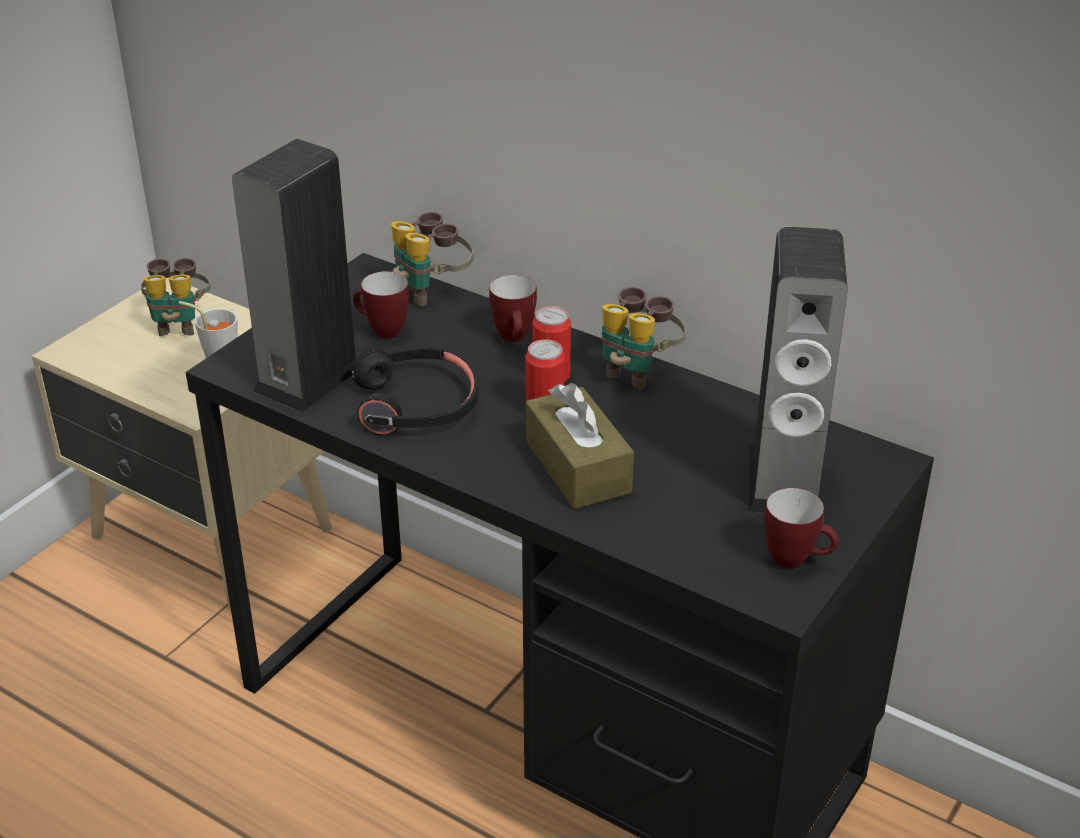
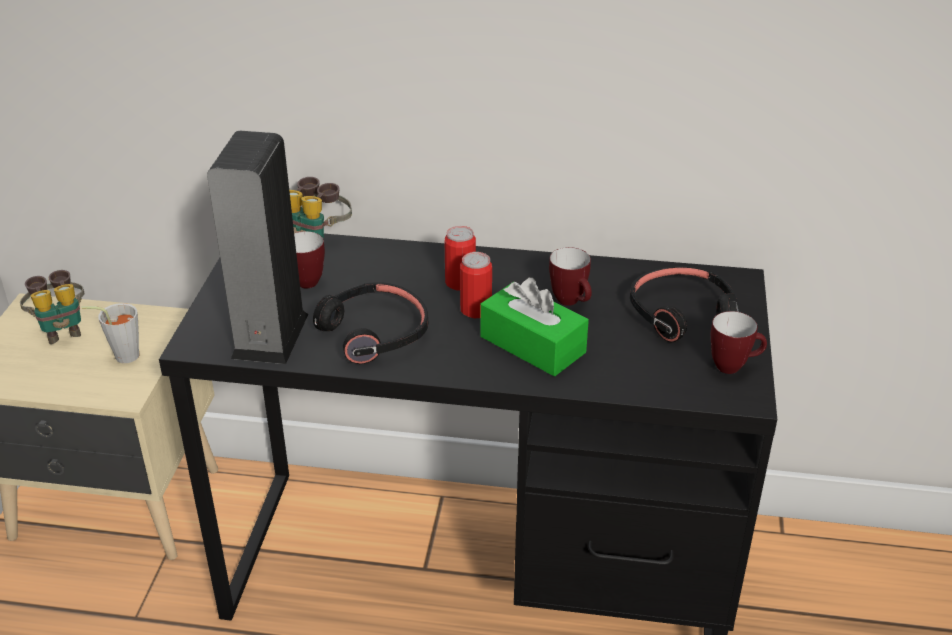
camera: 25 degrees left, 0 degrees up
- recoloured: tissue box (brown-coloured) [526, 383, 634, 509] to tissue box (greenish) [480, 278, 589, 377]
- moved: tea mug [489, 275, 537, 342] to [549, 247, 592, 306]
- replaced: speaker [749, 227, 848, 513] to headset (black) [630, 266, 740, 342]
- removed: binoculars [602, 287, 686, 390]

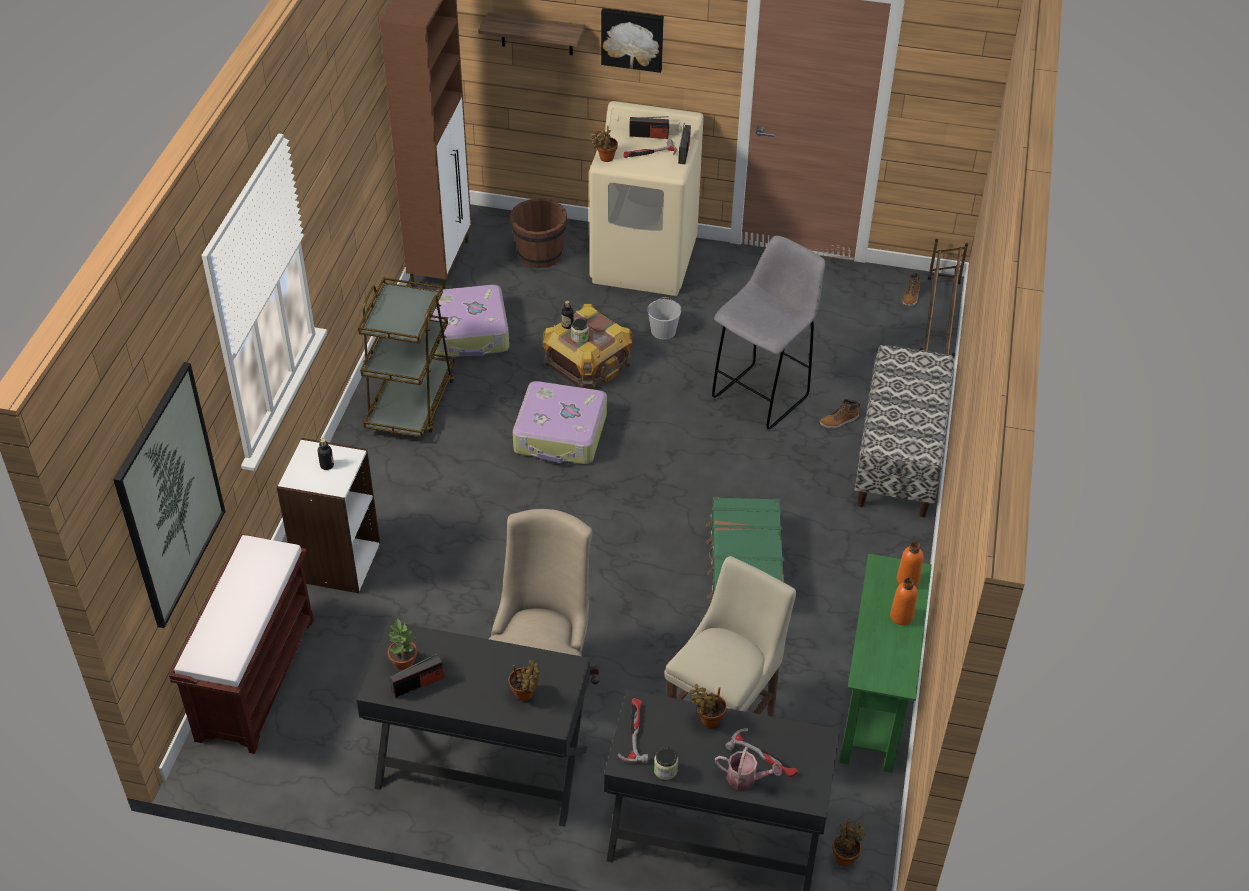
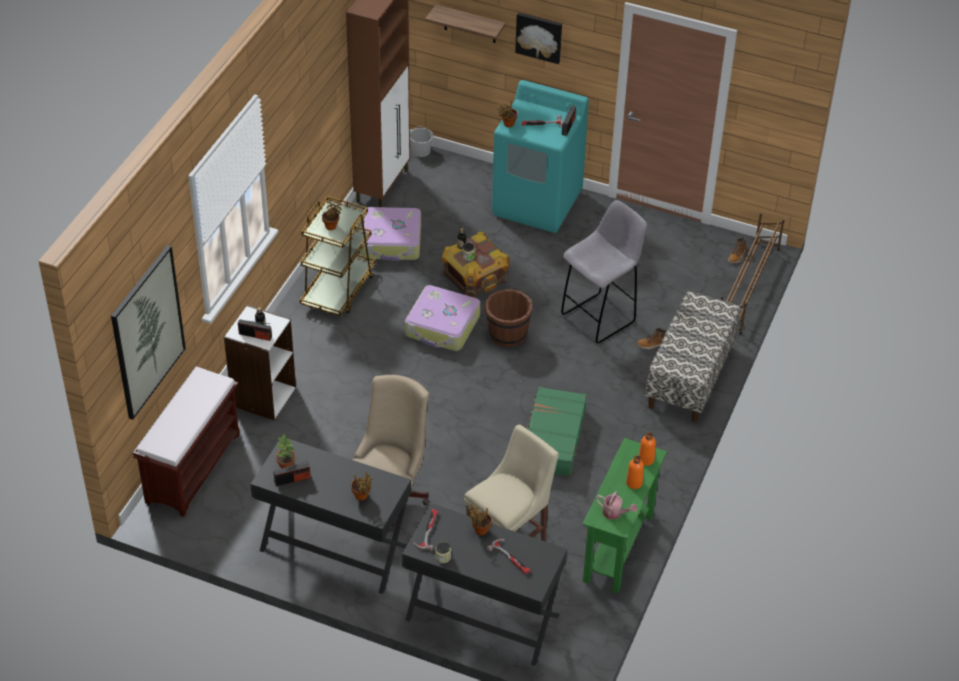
camera: 10 degrees right, 0 degrees up
- moved: radio [629, 116, 669, 139] to [238, 319, 272, 341]
- moved: potted plant [832, 818, 866, 866] to [322, 199, 342, 230]
- moved: bucket (white-coloured) [647, 297, 681, 340] to [410, 126, 434, 157]
- moved: bucket (brown-coloured) [510, 198, 567, 268] to [485, 289, 532, 347]
- recoloured: laundry machine (beige-coloured) [589, 101, 704, 296] to laundry machine (turquoise) [492, 80, 589, 233]
- moved: watering pot [715, 747, 782, 790] to [596, 491, 637, 520]

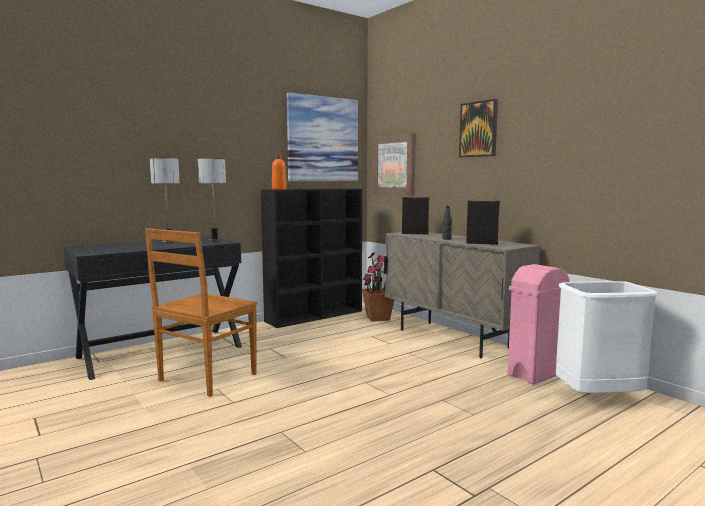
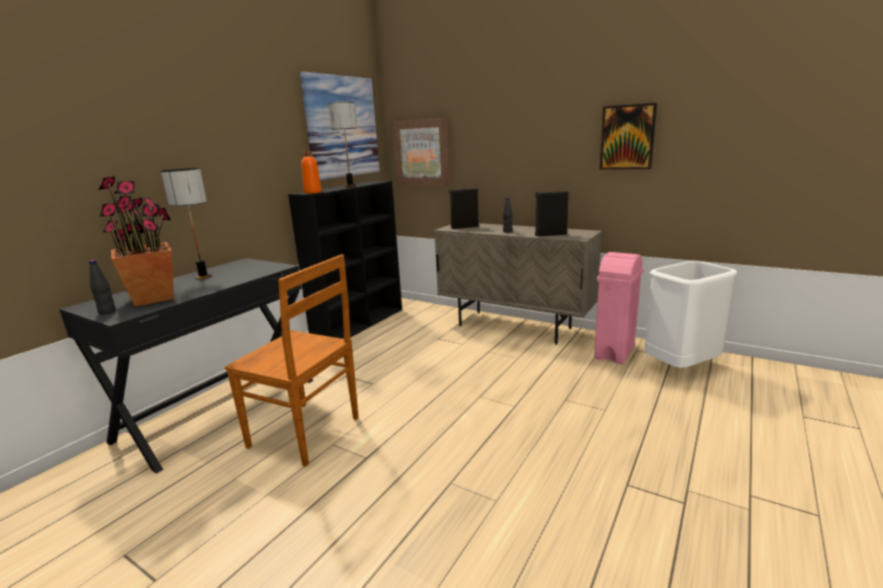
camera: 20 degrees left, 10 degrees up
- added: drink bottle (black) [89, 260, 116, 315]
- moved: potted plant [362, 252, 394, 322] to [98, 177, 174, 307]
- turned: upright chair (brown-coloured) [145, 228, 257, 397] = [225, 254, 359, 467] 75 degrees counterclockwise
- moved: tabletop lamp [198, 158, 226, 242] to [329, 102, 357, 187]
- moved: picture [459, 99, 498, 157] to [600, 103, 657, 170]

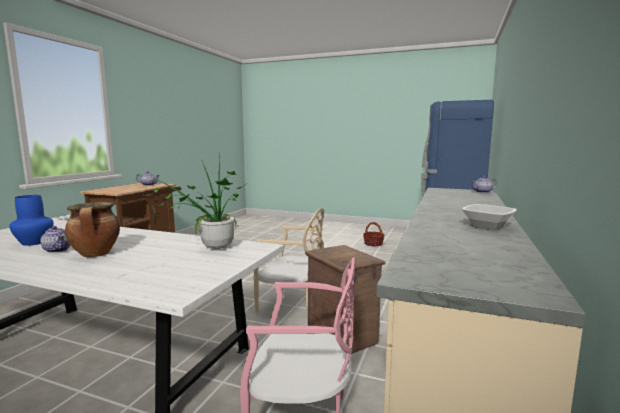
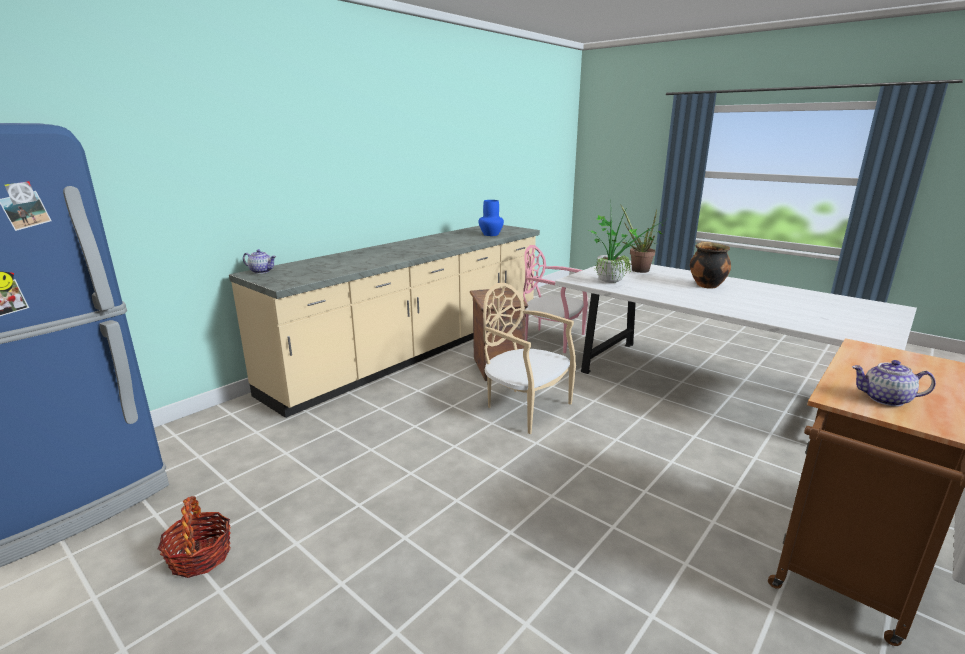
camera: 160 degrees left, 10 degrees up
- moved: vase (bluish) [9, 195, 54, 246] to [479, 200, 504, 236]
- added: potted plant [620, 204, 657, 273]
- removed: teapot [41, 226, 71, 253]
- removed: serving bowl [462, 204, 517, 230]

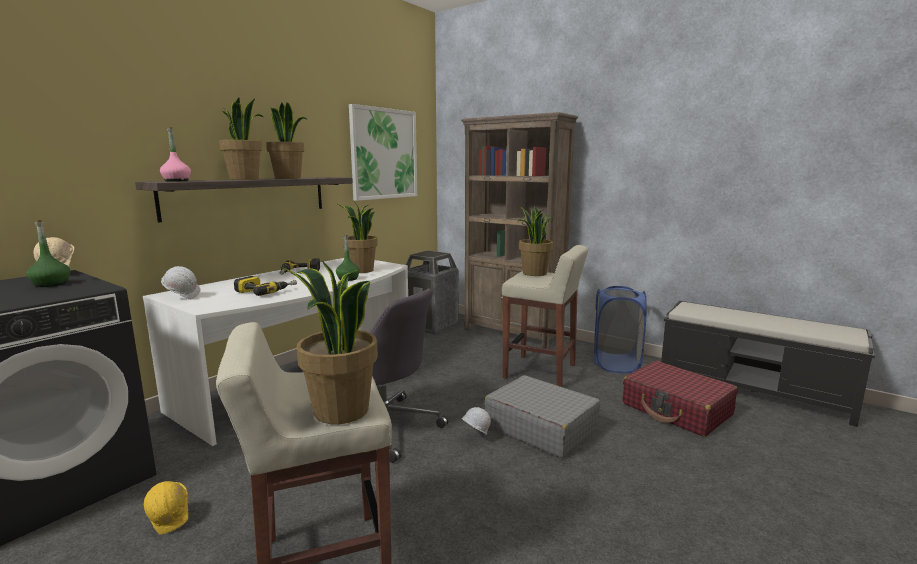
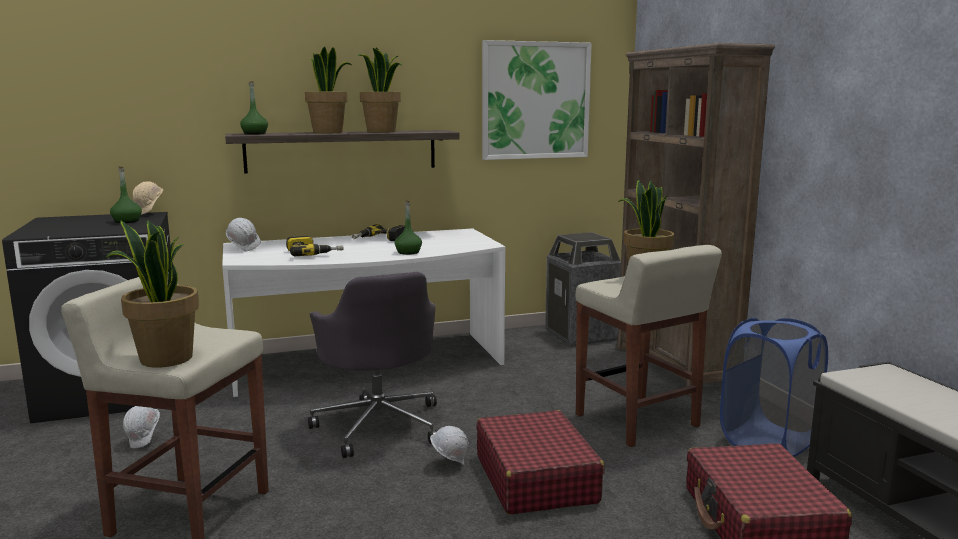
camera: 35 degrees right, 0 degrees up
- recoloured: safety helmet (yellow) [144, 481, 188, 535] to safety helmet (white-coloured) [123, 406, 160, 448]
- recoloured: drink bottle (pink-coloured) [160, 127, 191, 181] to drink bottle (greenish) [240, 81, 268, 135]
- recoloured: piece of luggage (gray) [485, 375, 601, 458] to piece of luggage (red-coloured) [476, 410, 605, 514]
- removed: potted plant [336, 202, 378, 273]

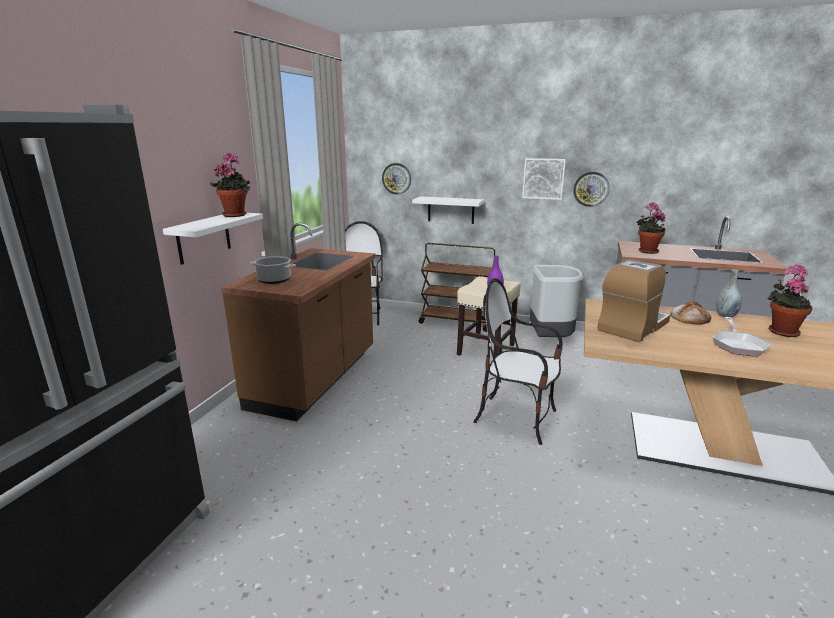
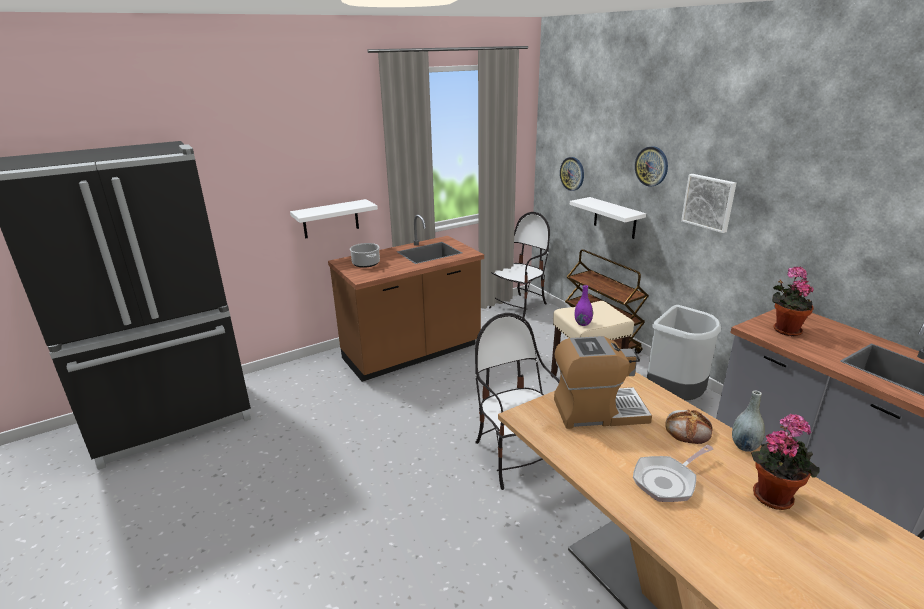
camera: 40 degrees right, 5 degrees up
- moved: wall clock [573, 172, 610, 207] to [635, 146, 668, 186]
- removed: potted plant [210, 153, 250, 217]

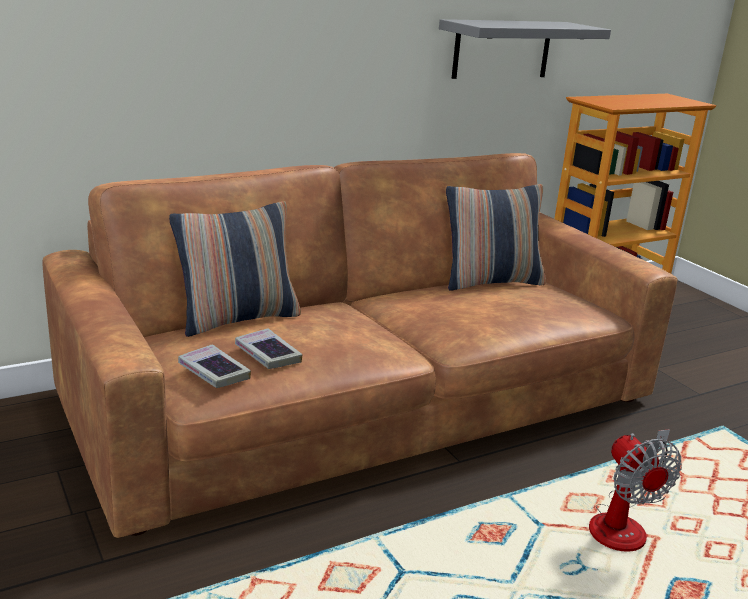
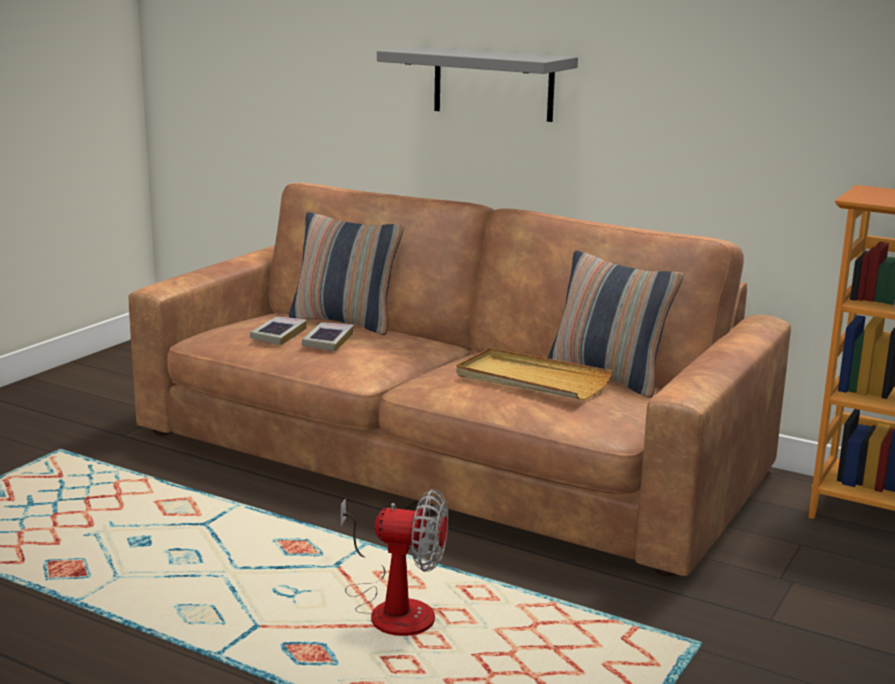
camera: 60 degrees right, 5 degrees down
- moved: volume [178, 344, 251, 388] to [302, 322, 354, 351]
- turned: electric fan [589, 429, 682, 552] = [341, 489, 448, 636] 120 degrees counterclockwise
- moved: wall shelf (gray) [439, 19, 611, 79] to [377, 46, 578, 122]
- added: carrying tray (beige-coloured) [456, 348, 613, 400]

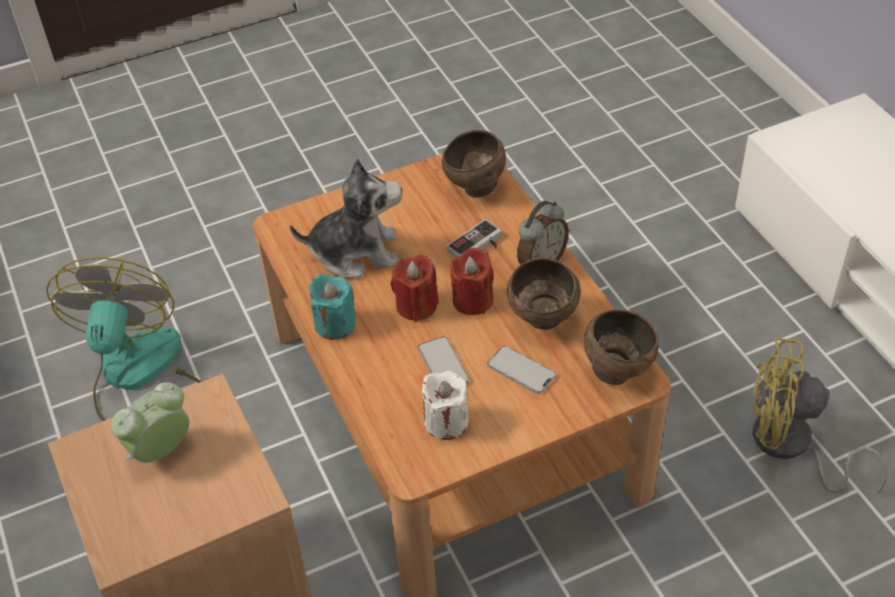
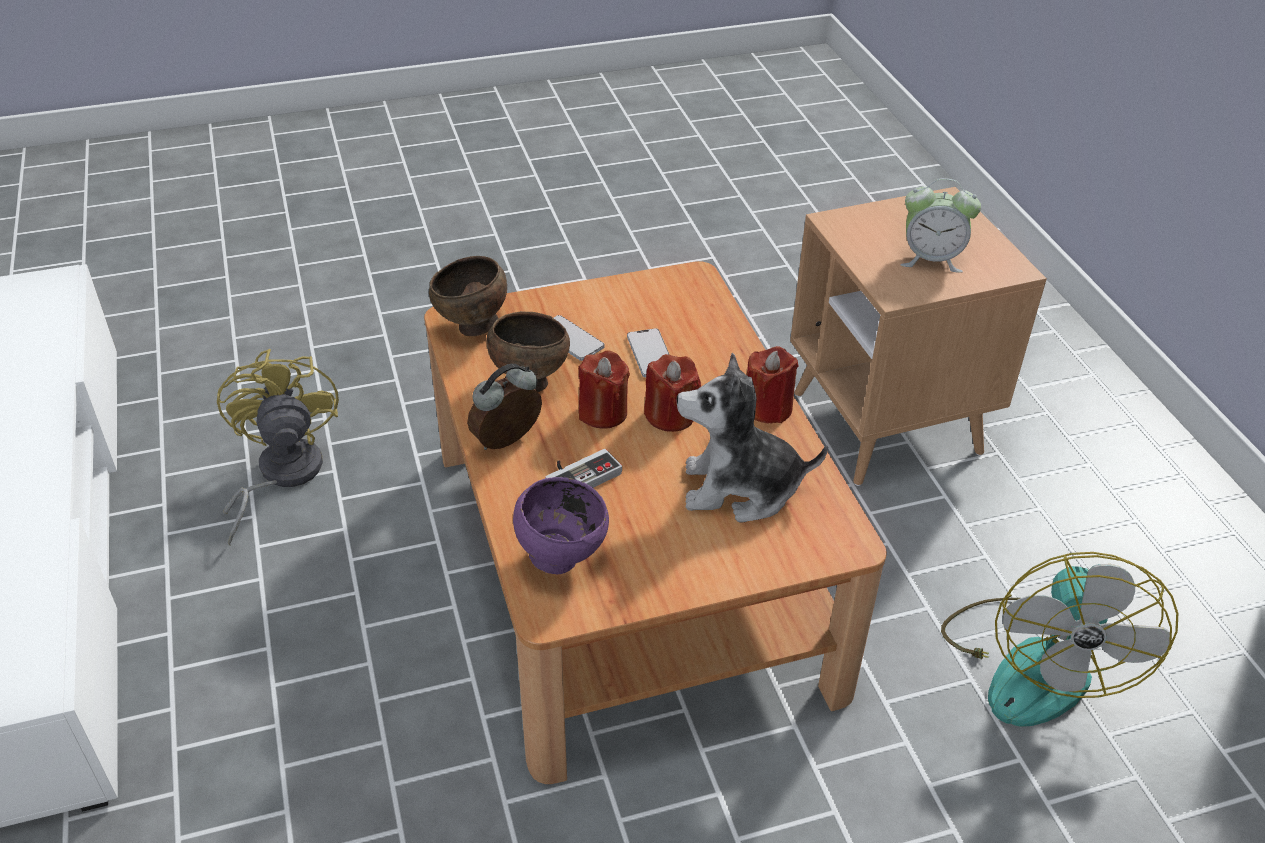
camera: 175 degrees left, 5 degrees down
- turned: electric fan (yellow) [753, 337, 887, 494] = [217, 349, 339, 546] 120 degrees counterclockwise
- recoloured: serving bowl (brown-coloured) [442, 130, 506, 198] to serving bowl (purplish) [513, 477, 609, 574]
- recoloured: wax light (turquoise) [308, 274, 356, 340] to wax light (red-coloured) [747, 346, 798, 424]
- turned: alarm clock [111, 383, 189, 463] = [900, 178, 981, 273] 45 degrees clockwise
- removed: wax light (white-coloured) [422, 371, 469, 440]

